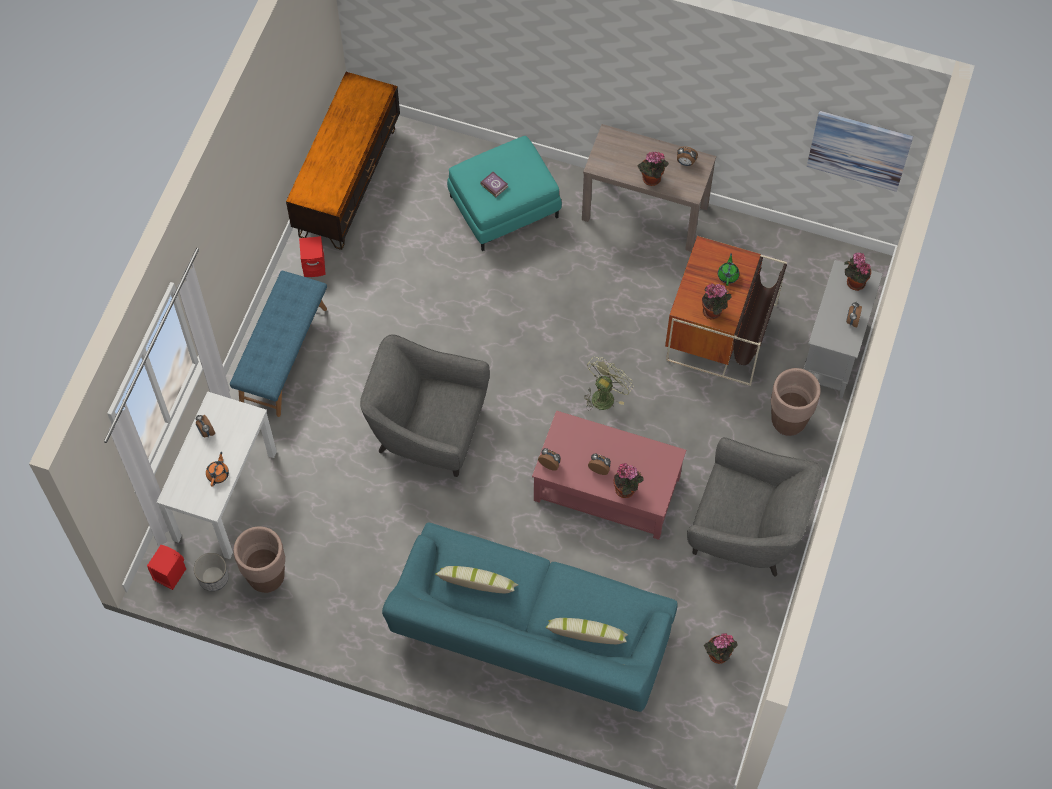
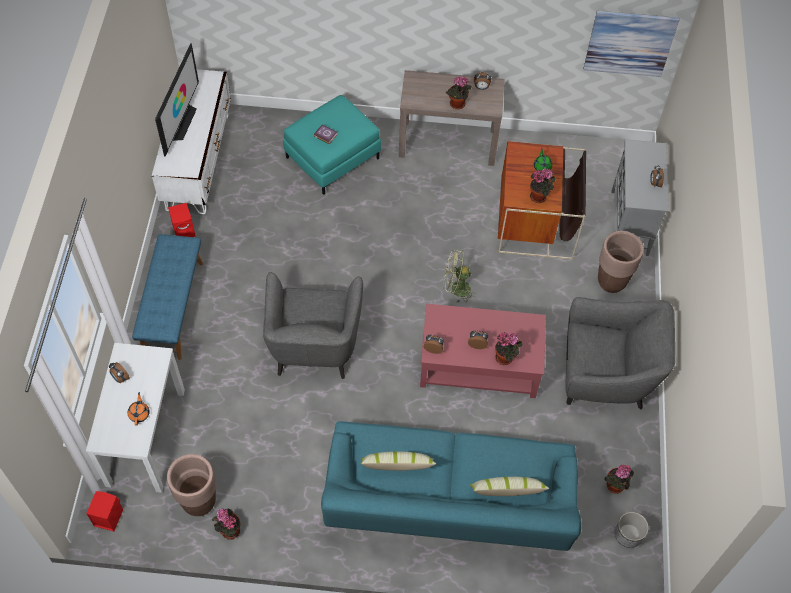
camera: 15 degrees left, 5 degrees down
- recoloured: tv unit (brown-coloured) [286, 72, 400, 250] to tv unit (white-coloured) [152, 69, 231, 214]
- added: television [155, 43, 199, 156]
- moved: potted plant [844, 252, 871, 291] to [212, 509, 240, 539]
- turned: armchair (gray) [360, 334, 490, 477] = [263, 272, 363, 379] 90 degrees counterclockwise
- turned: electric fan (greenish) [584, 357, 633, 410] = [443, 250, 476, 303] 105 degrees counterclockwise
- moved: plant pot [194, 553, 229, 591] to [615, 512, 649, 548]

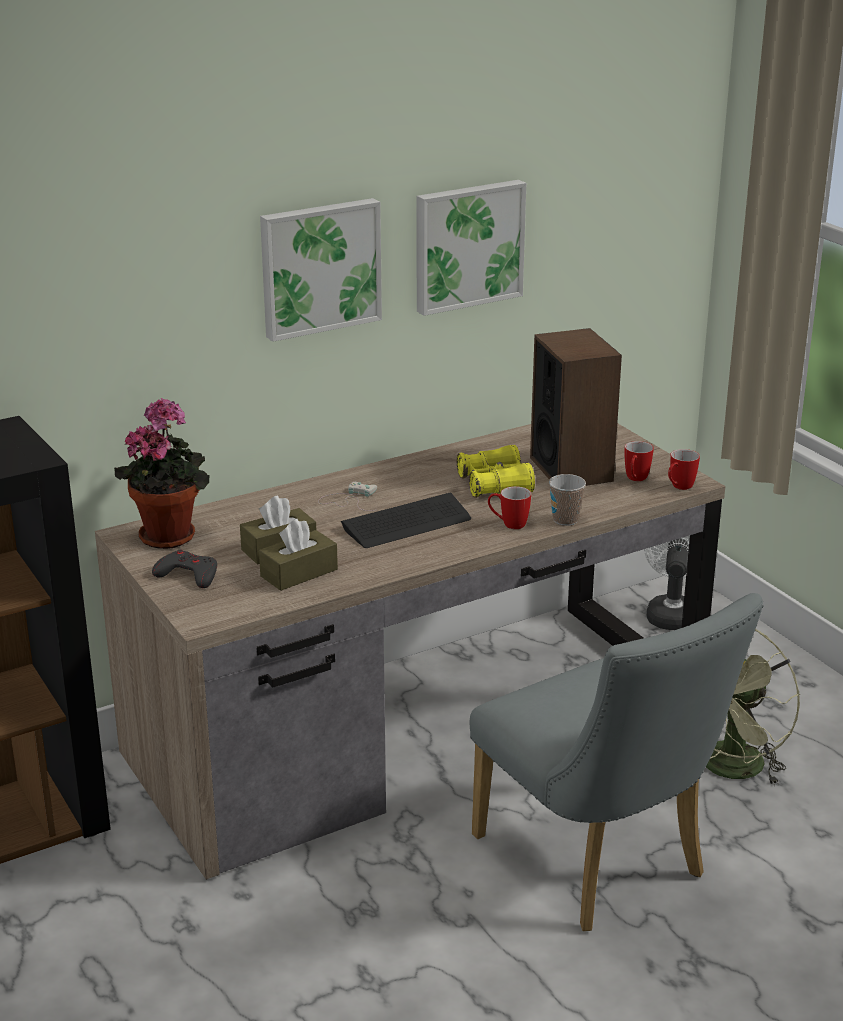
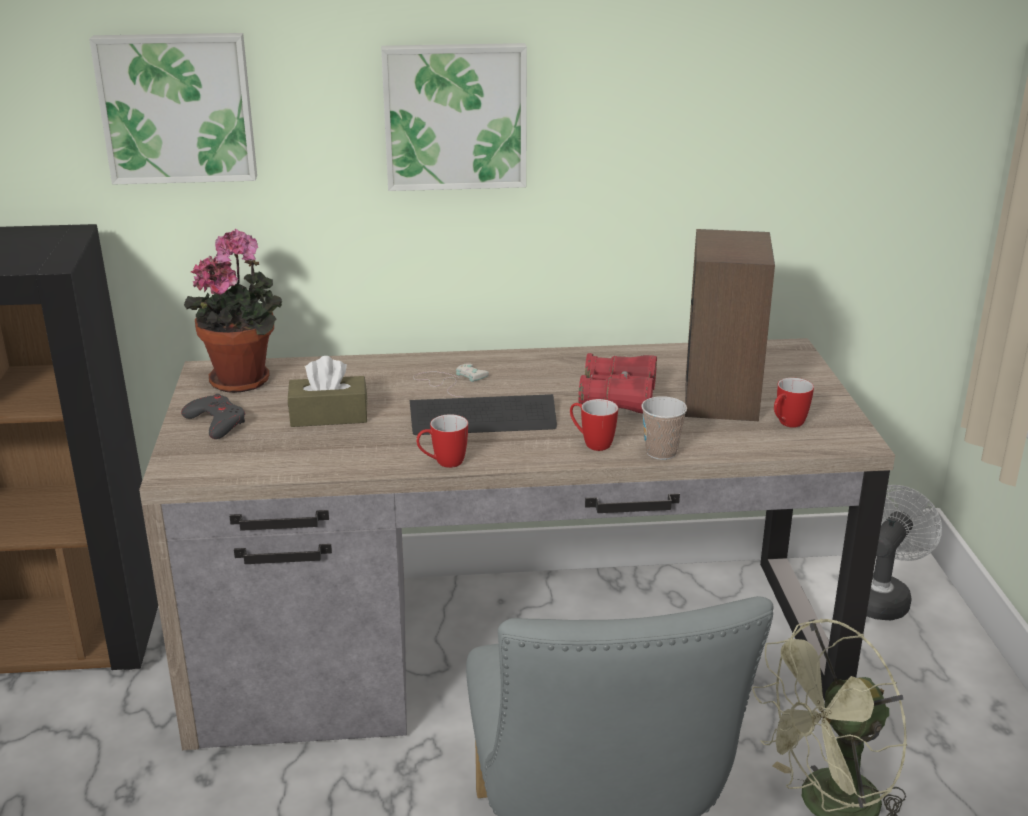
camera: 25 degrees right, 0 degrees up
- moved: picture [416, 180, 526, 316] to [89, 33, 257, 185]
- moved: tea mug [668, 449, 700, 490] to [416, 414, 468, 468]
- recoloured: binoculars (yellow) [457, 445, 535, 498] to binoculars (red-coloured) [578, 353, 657, 414]
- removed: tissue box (brown-coloured) [259, 519, 338, 591]

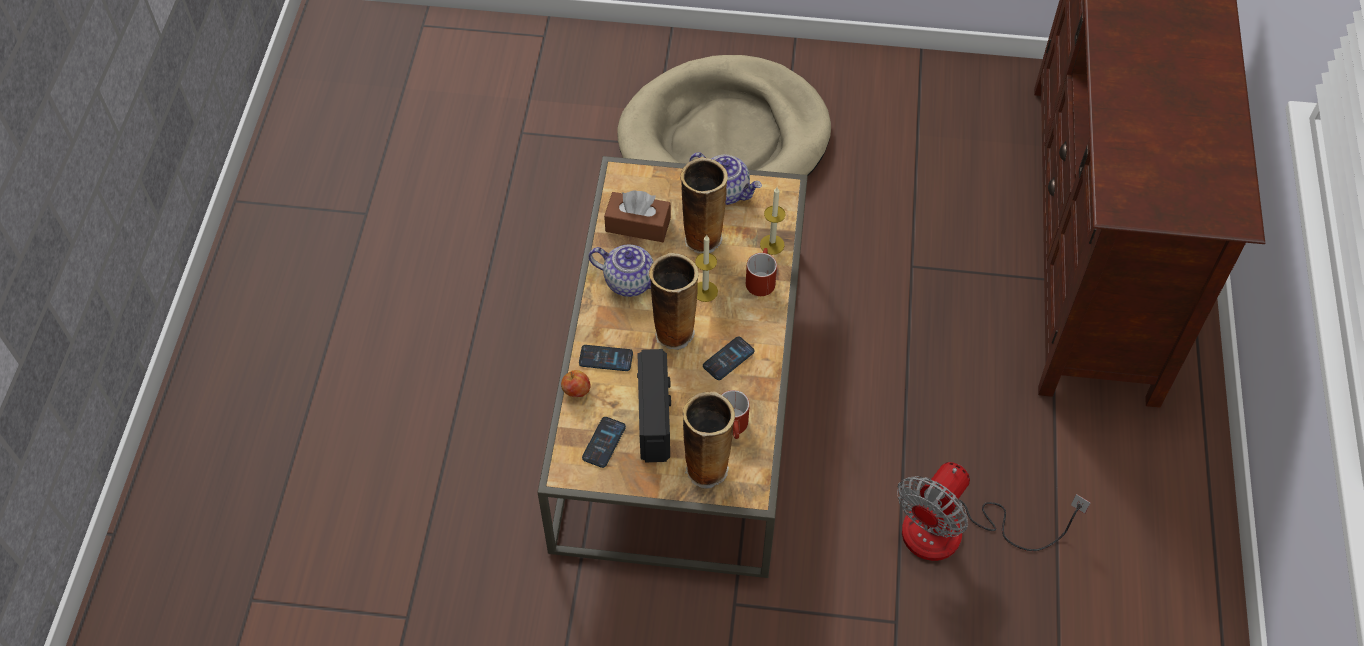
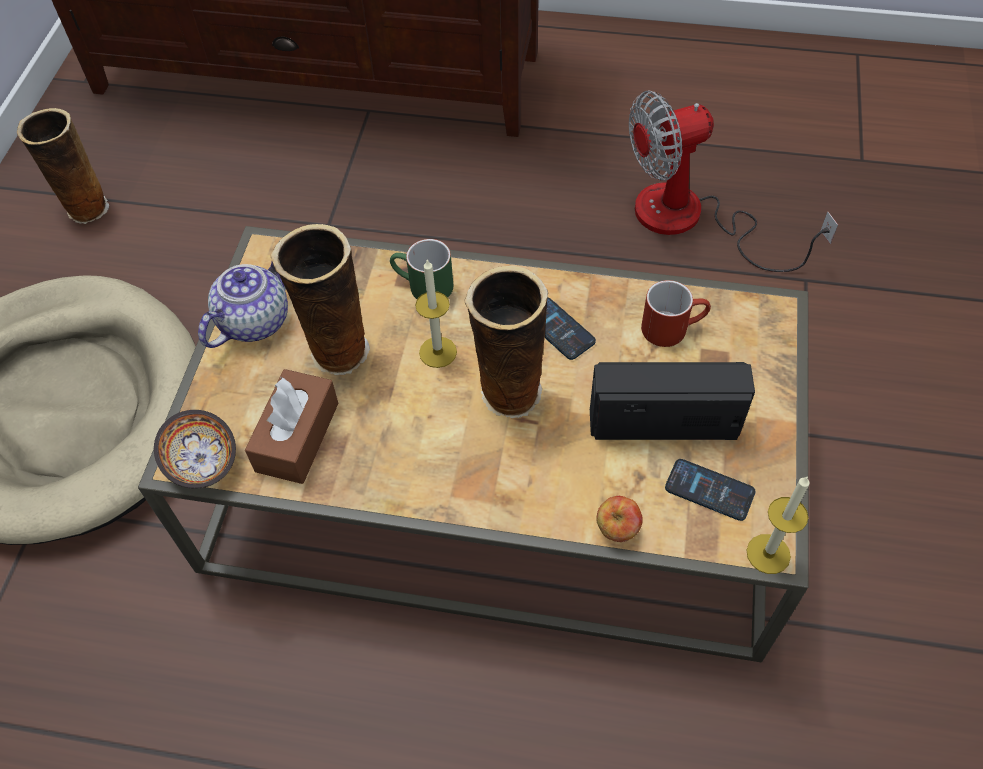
camera: 85 degrees left, 0 degrees up
- moved: vase [683, 391, 735, 489] to [17, 108, 109, 224]
- added: serving bowl [154, 410, 236, 489]
- recoloured: tea mug (red-coloured) [746, 248, 777, 296] to tea mug (greenish) [390, 239, 453, 299]
- turned: electric fan [897, 462, 1091, 561] = [629, 90, 838, 272] 120 degrees clockwise
- moved: wax light [760, 187, 786, 255] to [746, 476, 810, 574]
- removed: phone [579, 345, 633, 371]
- removed: teapot [588, 245, 653, 297]

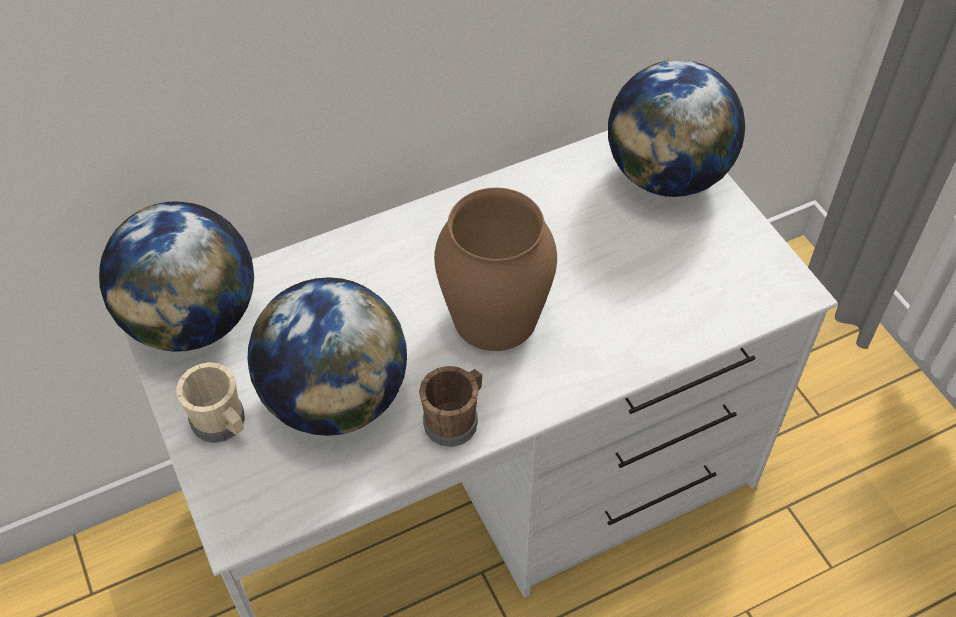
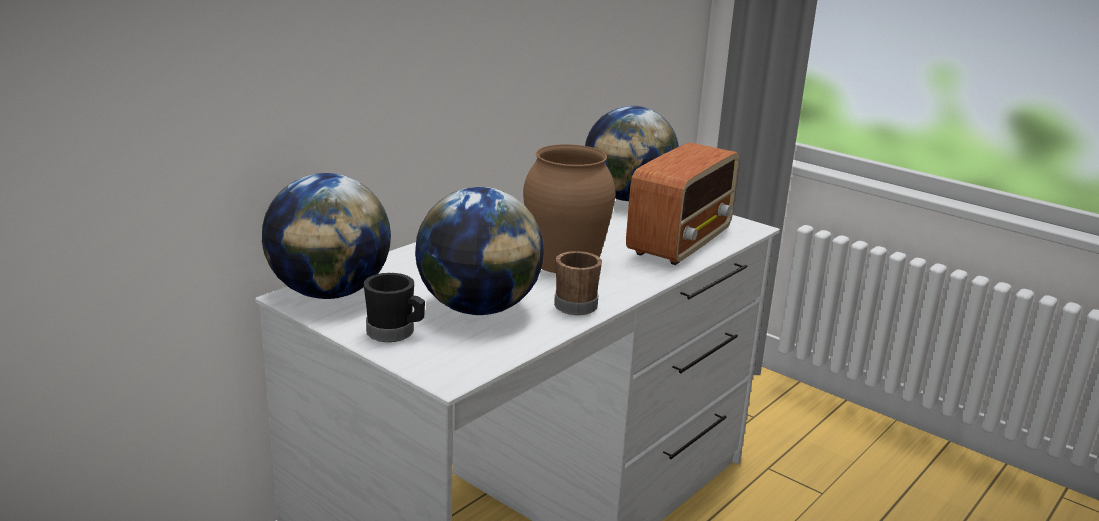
camera: 25 degrees left, 30 degrees down
- recoloured: tea mug (beige-coloured) [176, 362, 245, 443] to tea mug (black) [364, 273, 425, 342]
- added: radio [626, 142, 740, 265]

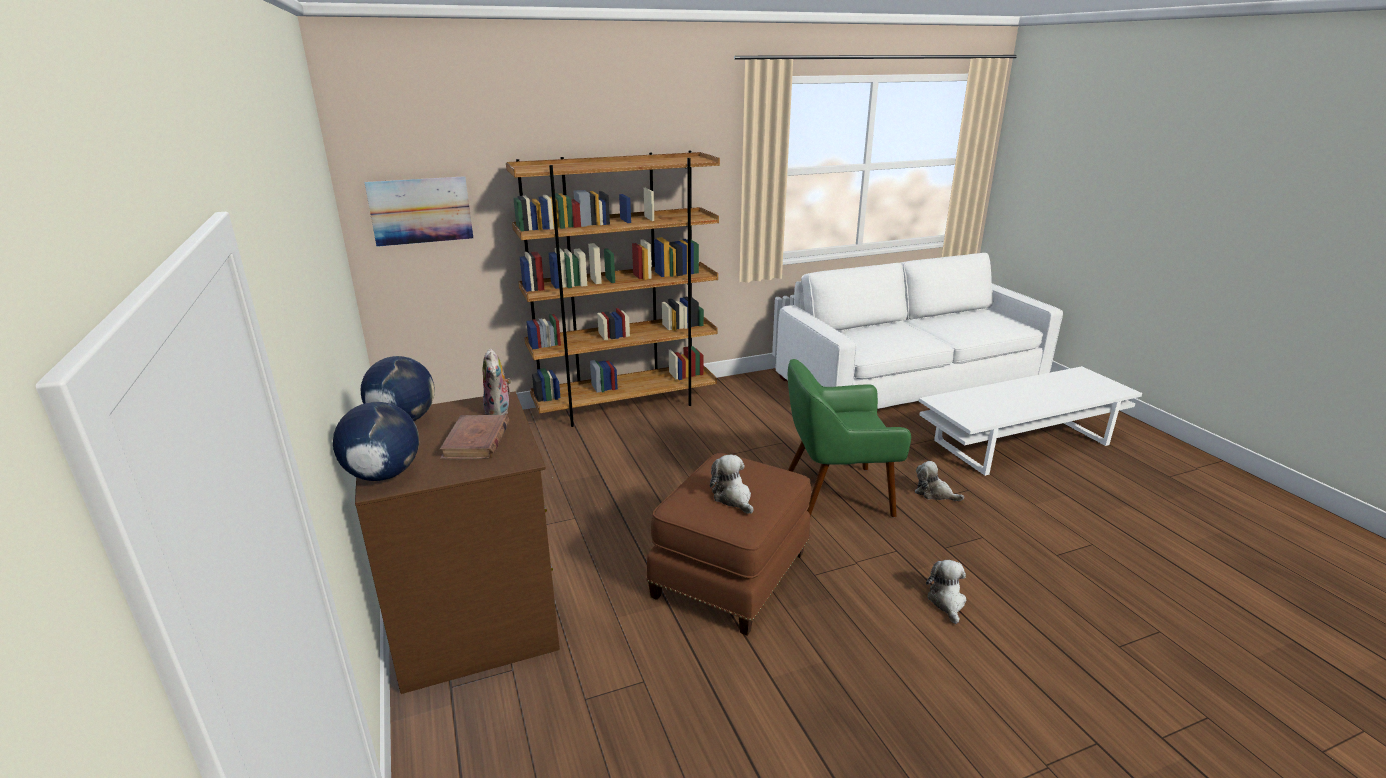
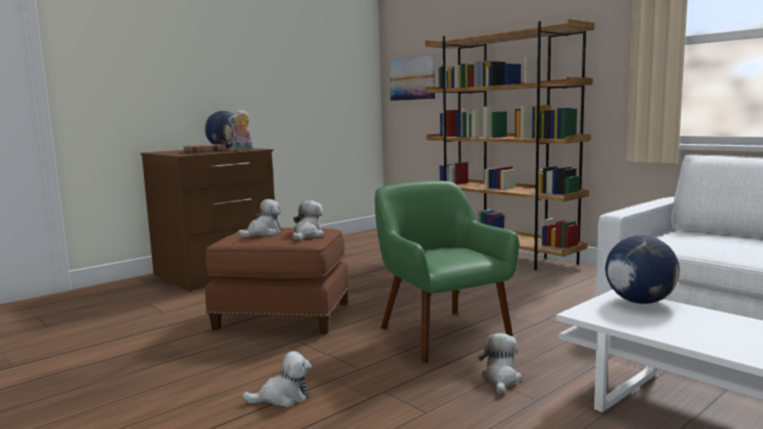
camera: 70 degrees right, 15 degrees down
- added: cuddly toy [293, 201, 324, 240]
- moved: globe [333, 402, 419, 481] to [605, 235, 680, 304]

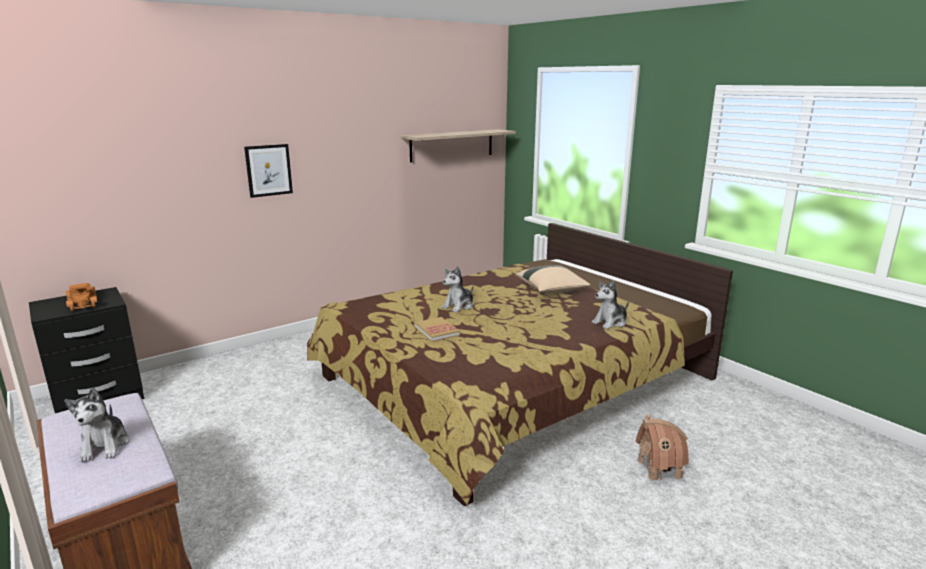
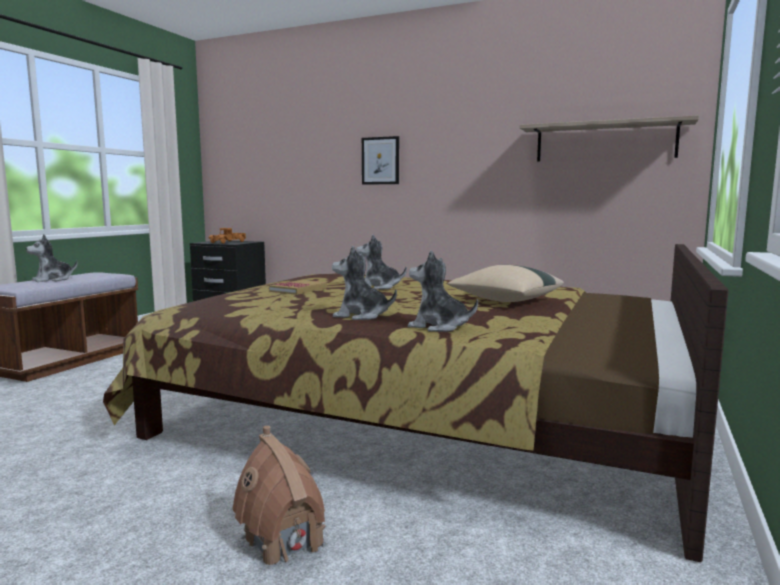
camera: 60 degrees right, 10 degrees down
- added: cuddly toy [332, 245, 397, 320]

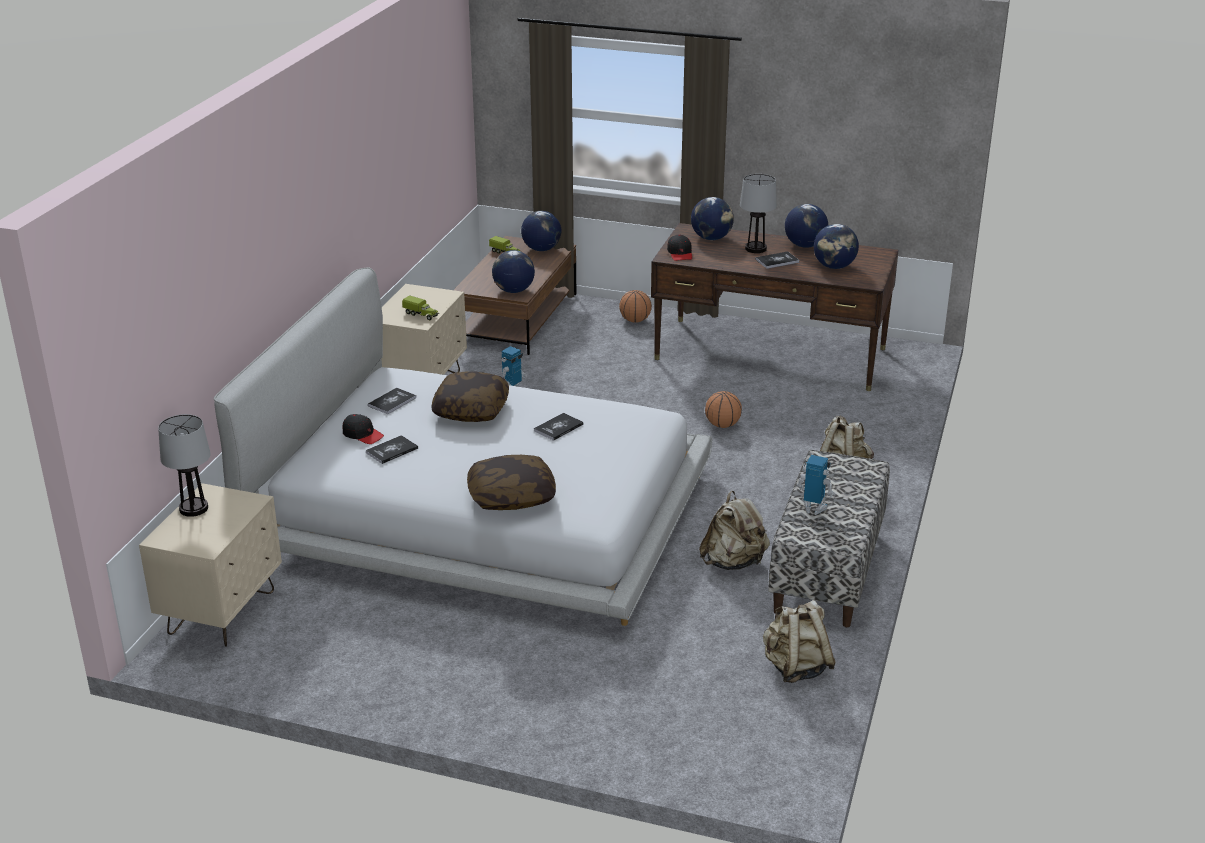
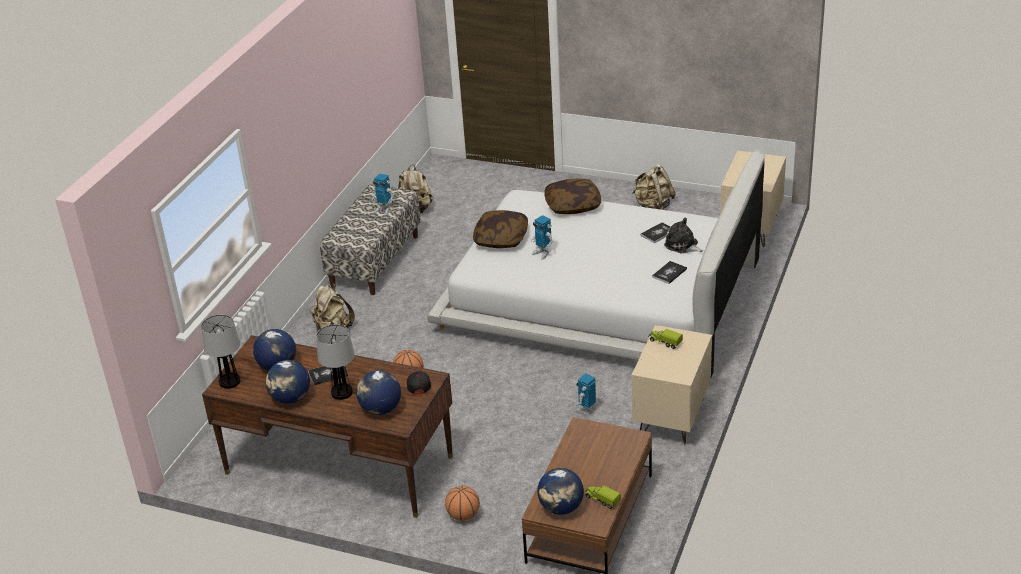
camera: 175 degrees left, 5 degrees up
- moved: tabletop lamp [158, 414, 211, 517] to [201, 315, 241, 389]
- moved: pillow [431, 372, 509, 422] to [473, 210, 528, 248]
- replaced: volume [534, 413, 584, 441] to robot figure [531, 215, 553, 260]
- moved: rucksack (beige-coloured) [699, 491, 770, 570] to [632, 164, 675, 210]
- replaced: cap (black) [343, 414, 384, 444] to cuddly toy [664, 218, 703, 254]
- removed: globe [492, 250, 535, 293]

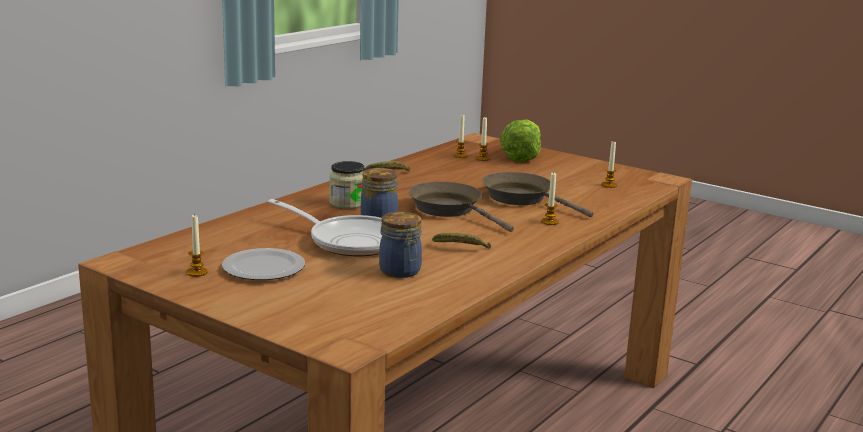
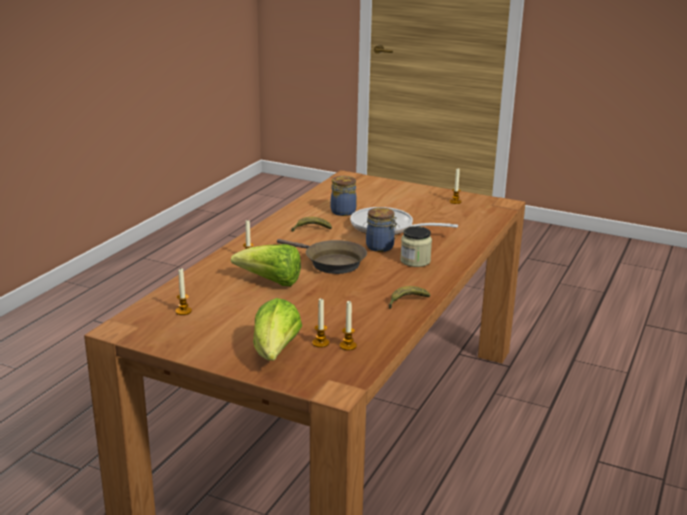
camera: 170 degrees right, 5 degrees up
- replaced: frying pan (brown-coloured) [482, 172, 594, 217] to lettuce head [231, 244, 301, 286]
- removed: flat dish [222, 248, 305, 280]

